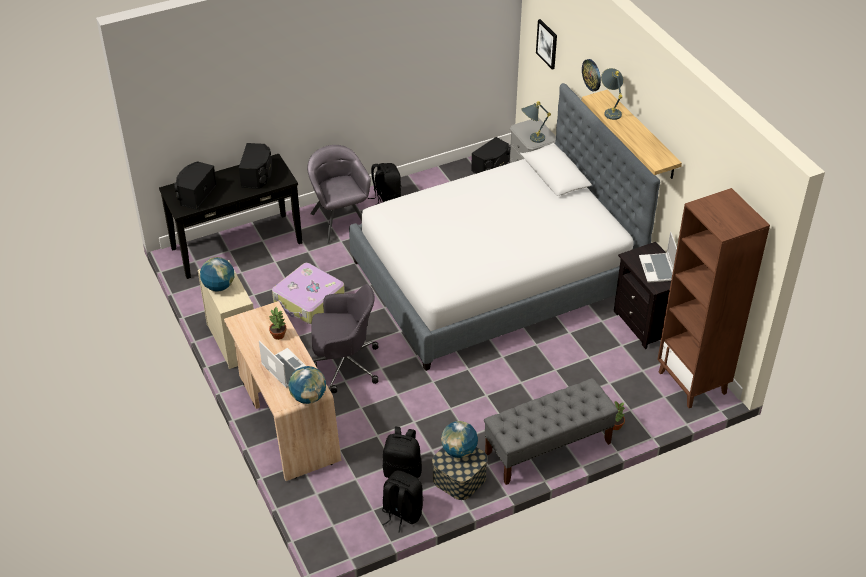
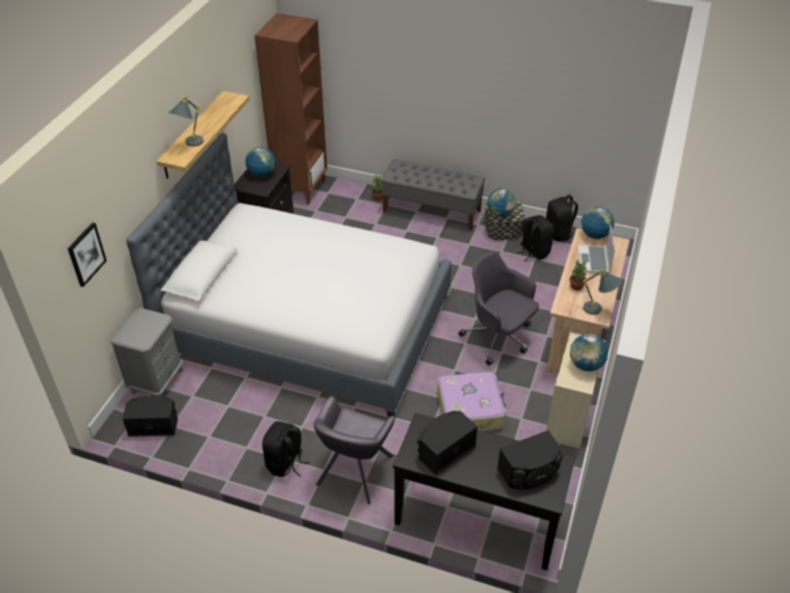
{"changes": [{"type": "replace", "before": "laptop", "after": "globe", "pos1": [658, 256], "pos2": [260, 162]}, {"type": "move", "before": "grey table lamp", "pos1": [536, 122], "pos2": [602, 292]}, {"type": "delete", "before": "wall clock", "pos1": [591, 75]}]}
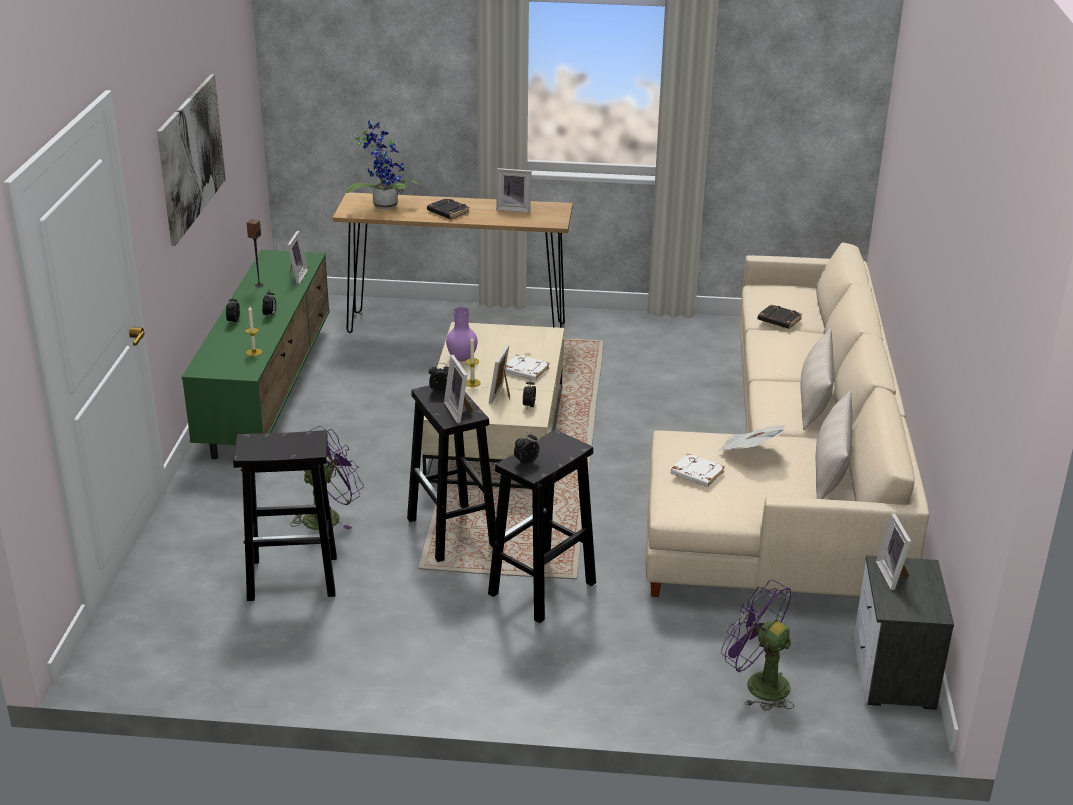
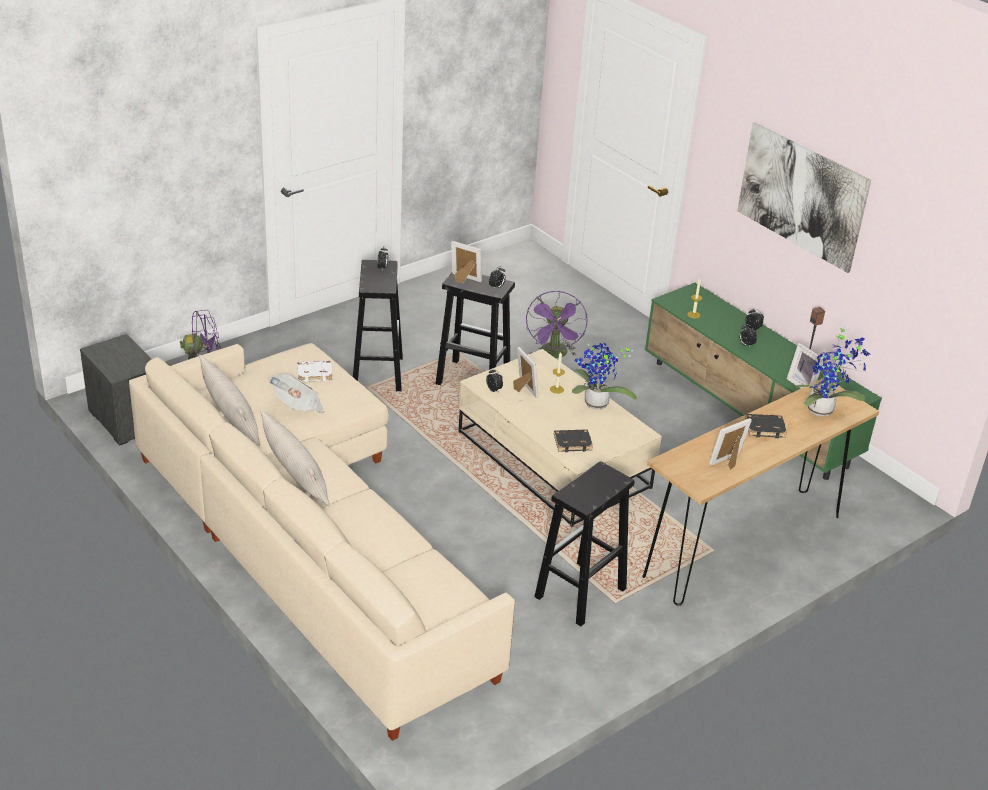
{"changes": [{"type": "move", "before": "black stool", "pos1": [285, 515], "pos2": [584, 543]}, {"type": "move", "before": "black book", "pos1": [779, 316], "pos2": [573, 440]}, {"type": "replace", "before": "purple vase", "after": "potted plant", "pos1": [462, 334], "pos2": [604, 376]}, {"type": "delete", "before": "white book", "pos1": [527, 368]}, {"type": "delete", "before": "picture frame", "pos1": [893, 551]}]}
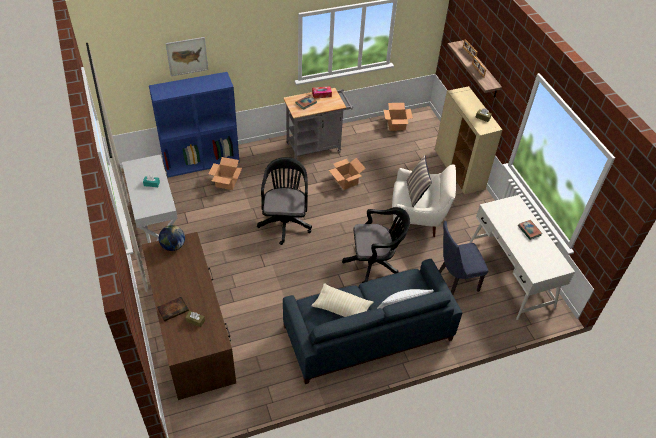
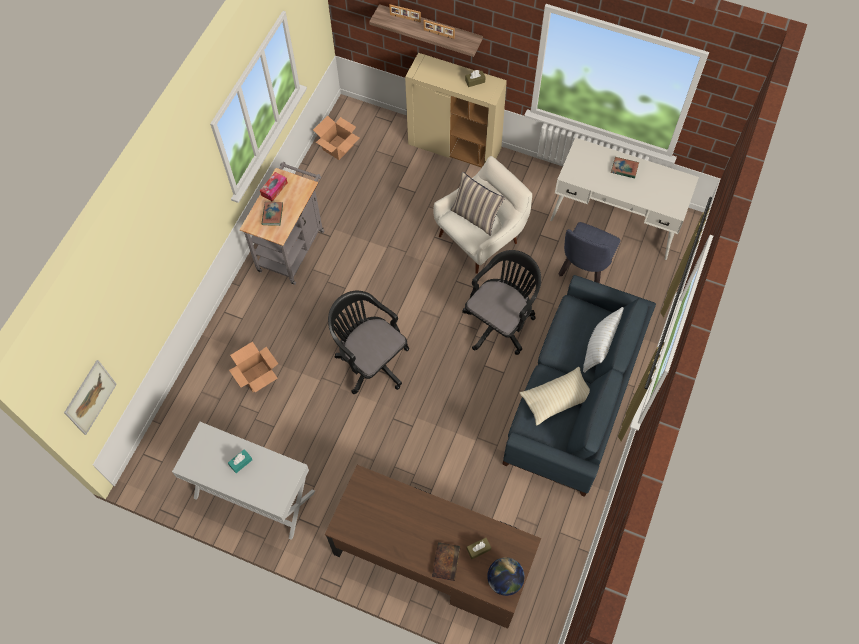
{"changes": [{"type": "move", "before": "picture", "pos1": [186, 56], "pos2": [90, 397]}, {"type": "move", "before": "globe", "pos1": [172, 238], "pos2": [506, 576]}, {"type": "delete", "before": "blue bookcase", "pos1": [194, 125]}, {"type": "delete", "before": "cardboard box", "pos1": [347, 174]}]}
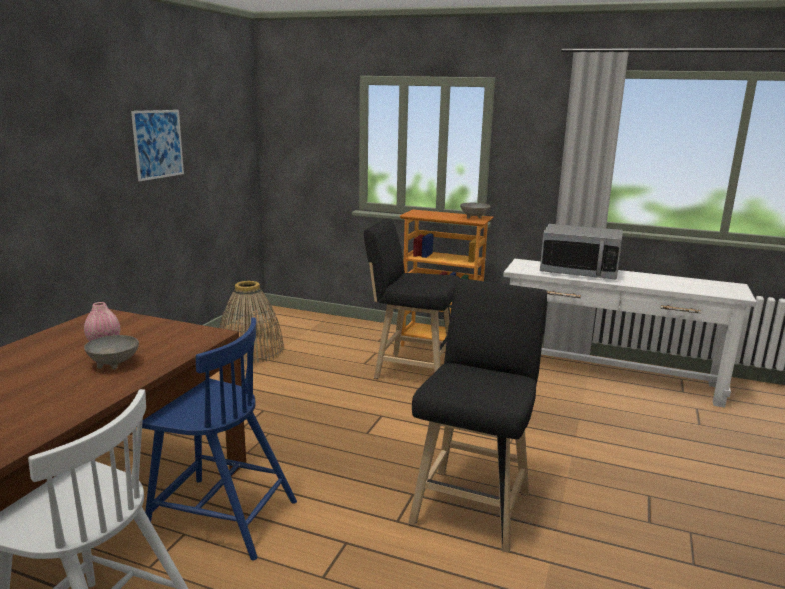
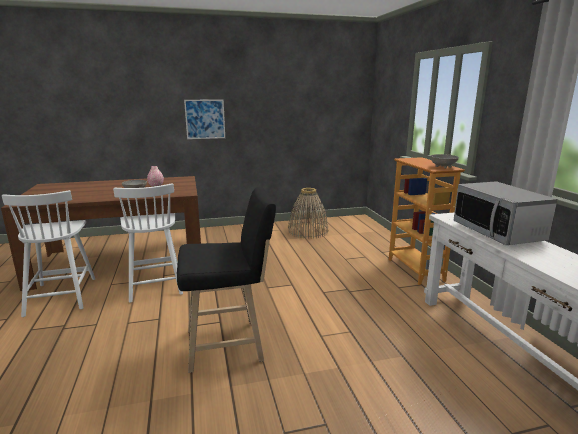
{"changes": [{"type": "recolor", "before": "blue chair", "after": "white chair", "pos1": [219, 438], "pos2": [148, 243]}, {"type": "move", "before": "picture", "pos1": [157, 145], "pos2": [204, 119]}, {"type": "delete", "before": "black stool", "pos1": [412, 298]}]}
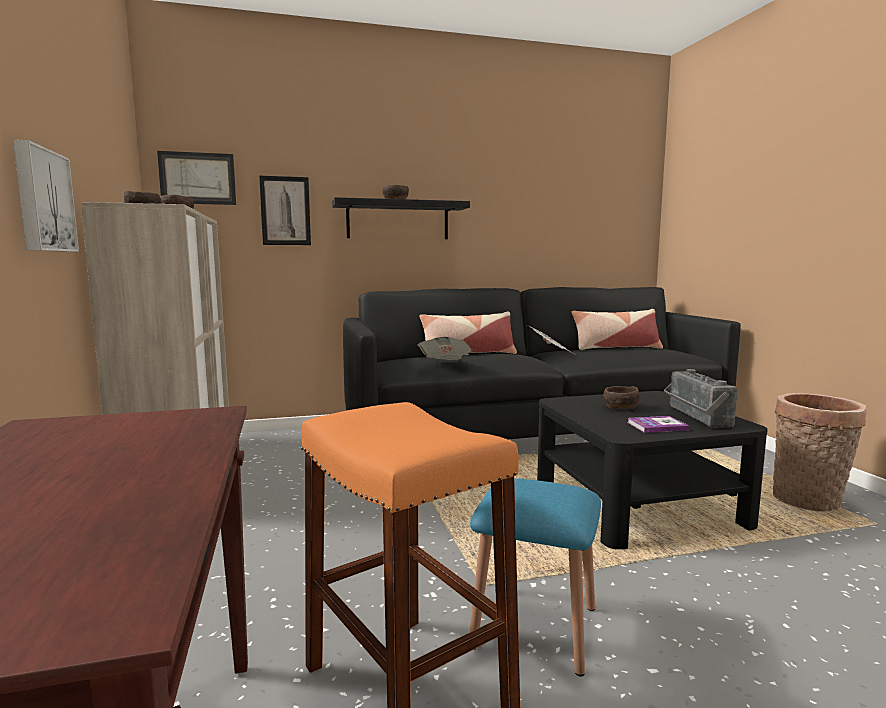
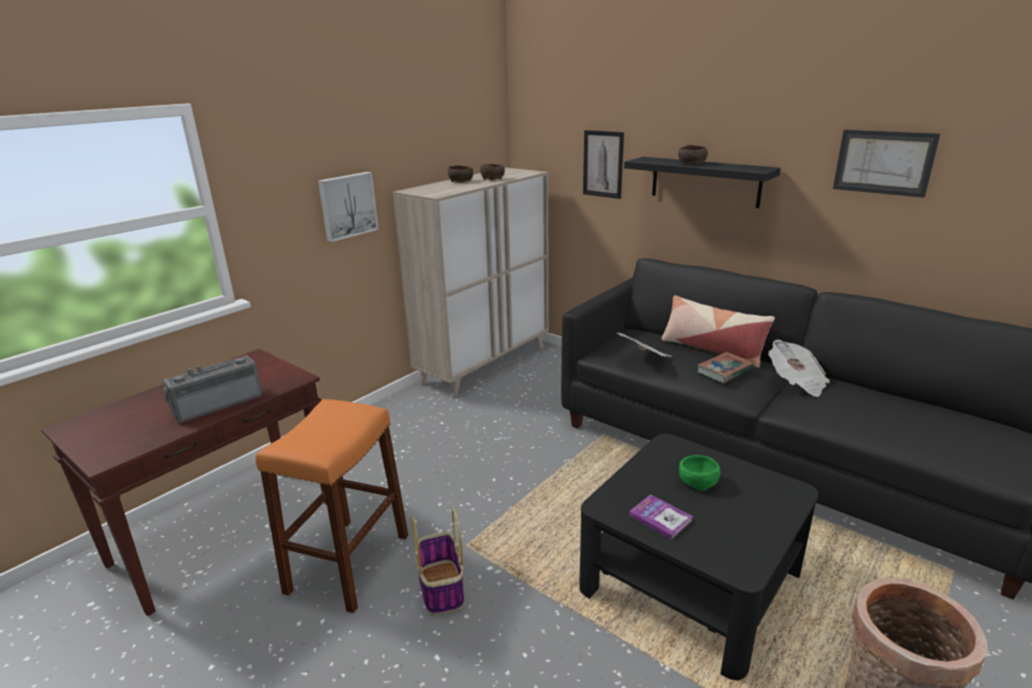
{"changes": [{"type": "move", "before": "radio", "pos1": [701, 398], "pos2": [212, 389]}, {"type": "replace", "before": "blue stool", "after": "basket", "pos1": [535, 577], "pos2": [438, 561]}, {"type": "recolor", "before": "brown bowl", "after": "green bowl", "pos1": [621, 398], "pos2": [699, 473]}, {"type": "insert", "after": "book", "pos2": [725, 367]}, {"type": "move", "before": "picture", "pos1": [196, 178], "pos2": [886, 164]}, {"type": "delete", "before": "pillow", "pos1": [617, 329]}]}
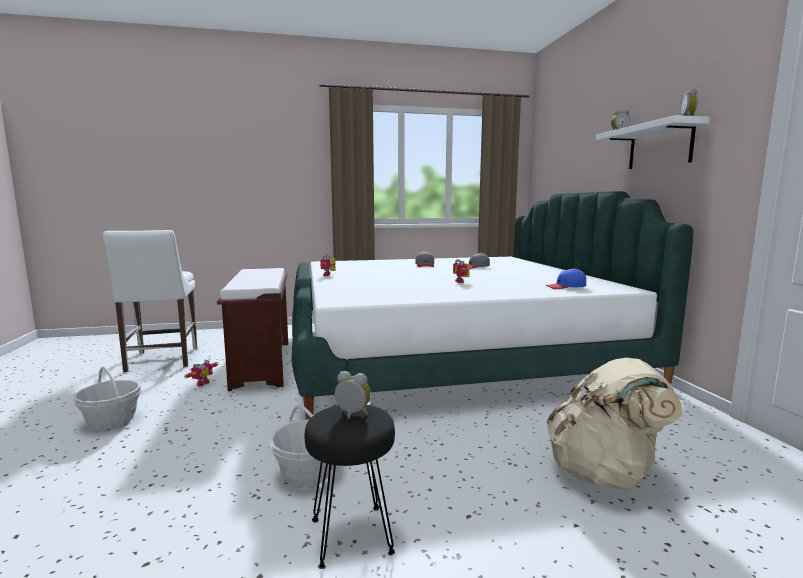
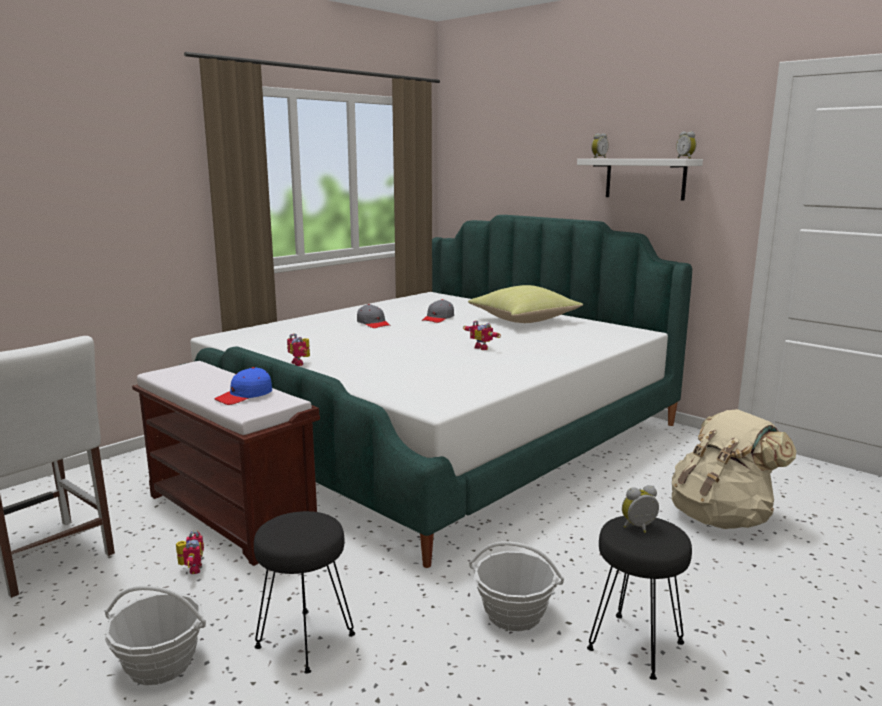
{"changes": [{"type": "move", "before": "blue cap", "pos1": [565, 278], "pos2": [243, 386]}, {"type": "insert", "after": "black stool", "pos2": [304, 592]}, {"type": "insert", "after": "yellow pillow", "pos2": [525, 304]}]}
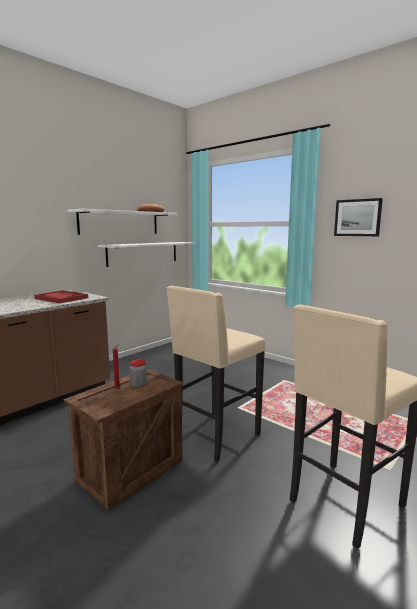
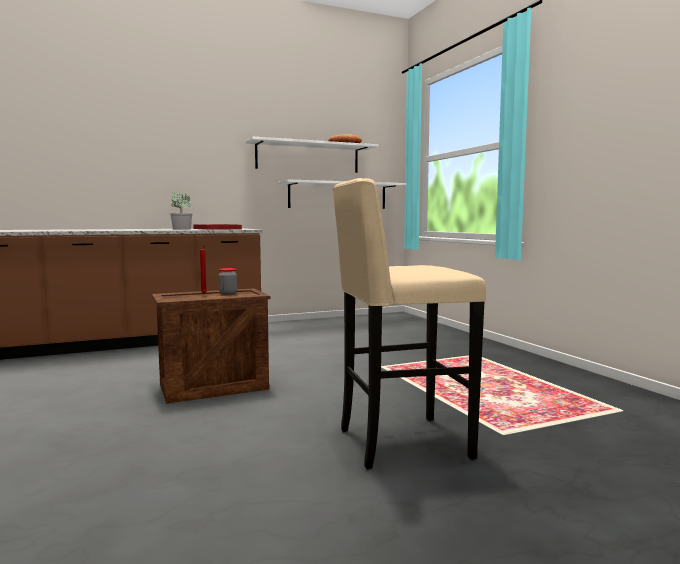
{"changes": [{"type": "insert", "after": "potted plant", "pos2": [181, 210]}, {"type": "delete", "before": "beige stool", "pos1": [216, 374]}, {"type": "delete", "before": "picture", "pos1": [358, 217]}]}
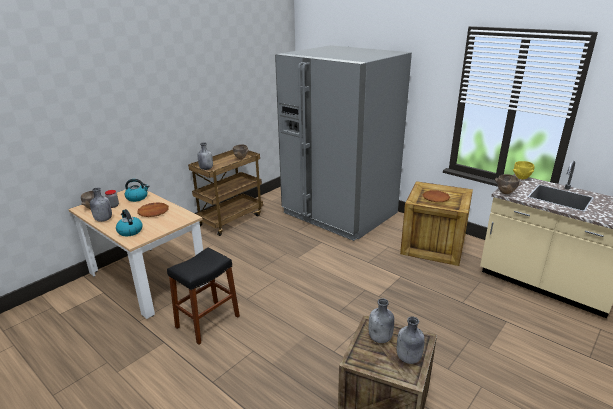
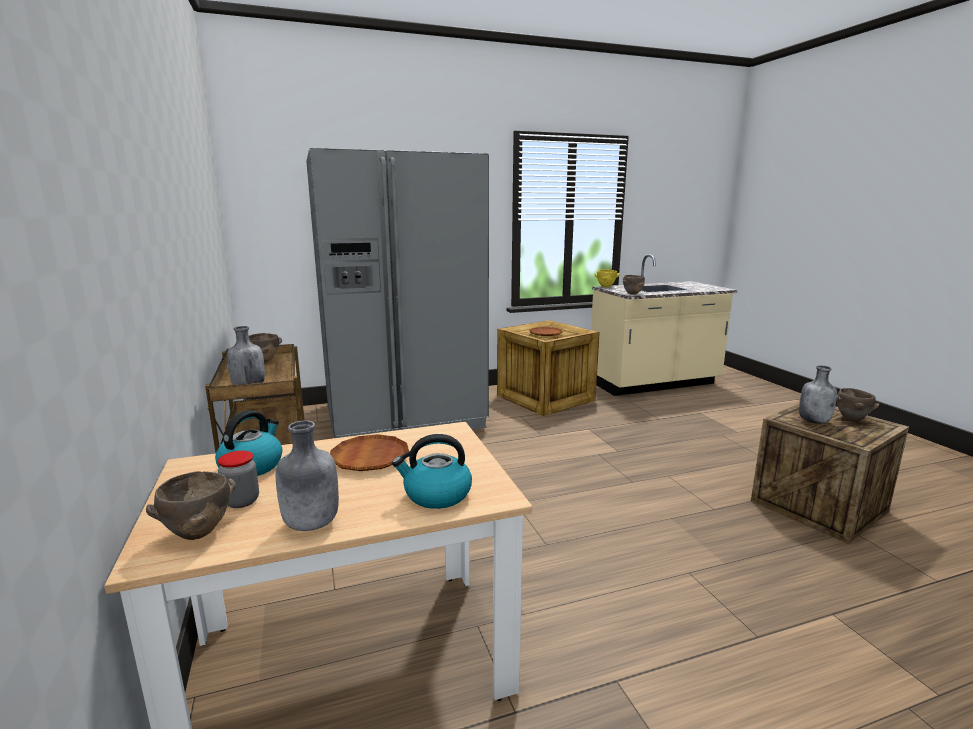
{"changes": [{"type": "replace", "before": "grey bottle", "after": "brown bowl", "pos1": [411, 340], "pos2": [857, 404]}, {"type": "delete", "before": "black stool", "pos1": [203, 296]}]}
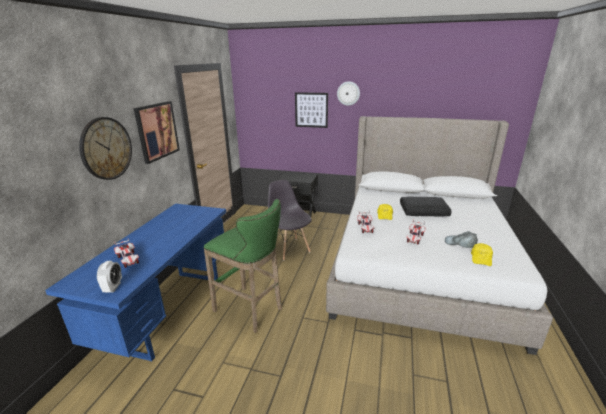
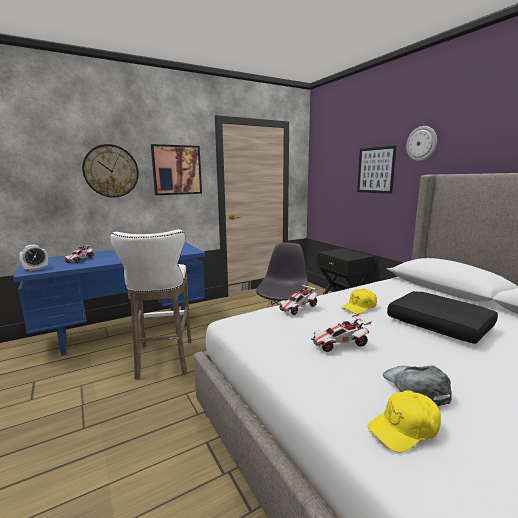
{"changes": [{"type": "recolor", "before": "green stool", "after": "white stool", "pos1": [243, 266], "pos2": [151, 305]}]}
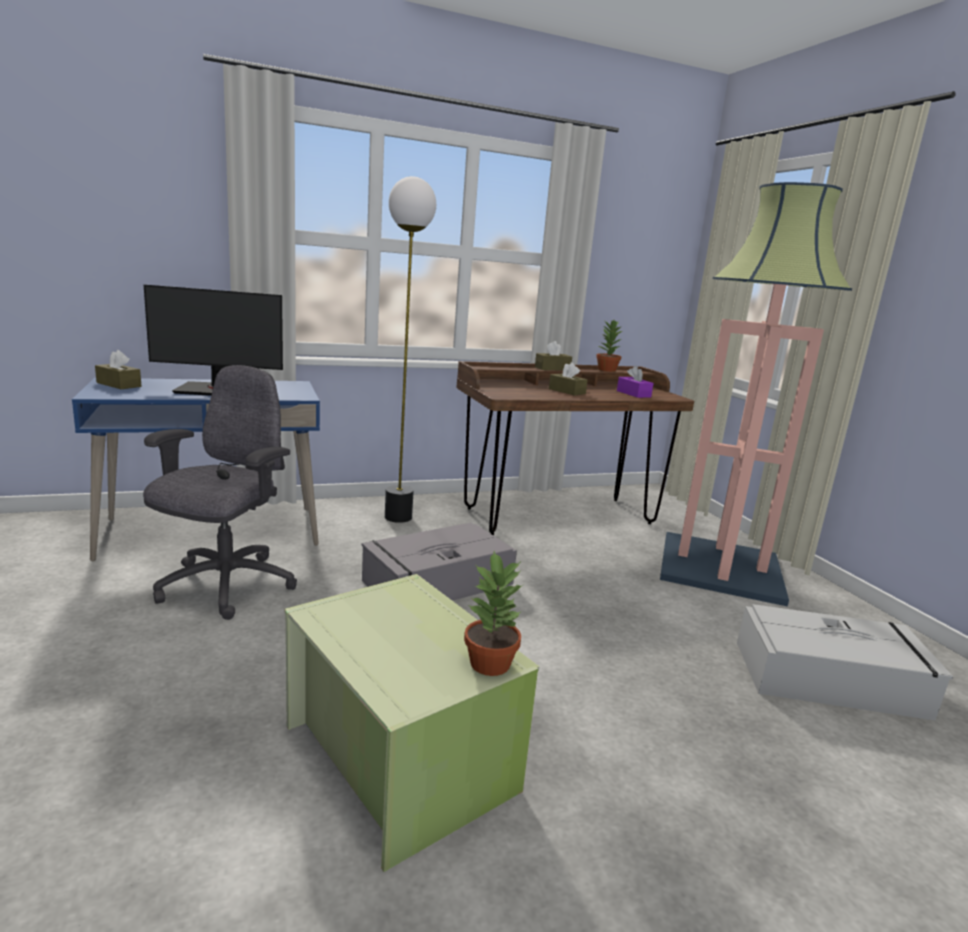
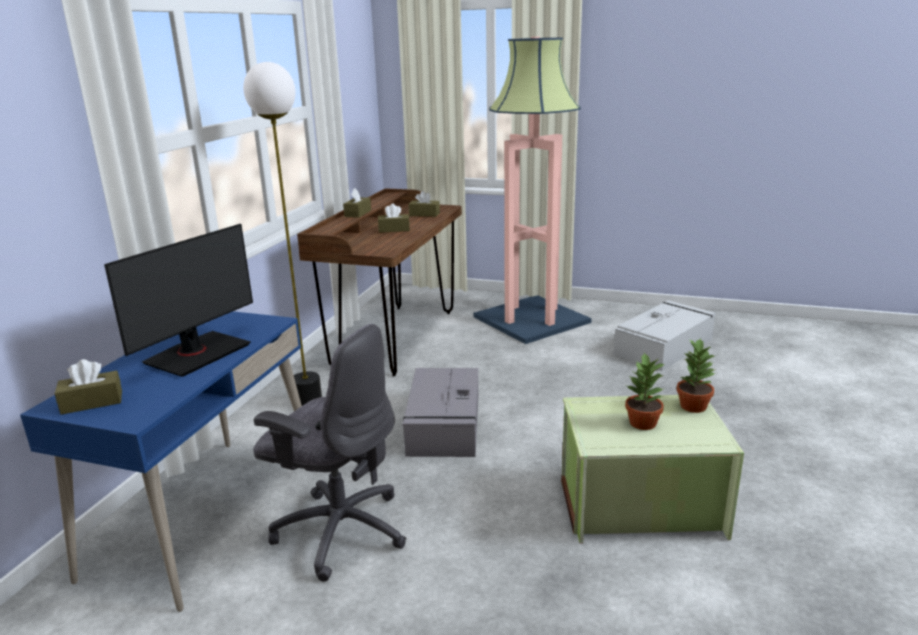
{"changes": [{"type": "rotate", "before": "grey office chair", "pos1": [220, 492], "pos2": [329, 453], "turn": 150}, {"type": "recolor", "before": "purple tissue box", "after": "brown tissue box", "pos1": [635, 382], "pos2": [424, 204]}, {"type": "move", "before": "potted plant", "pos1": [609, 346], "pos2": [645, 391]}]}
